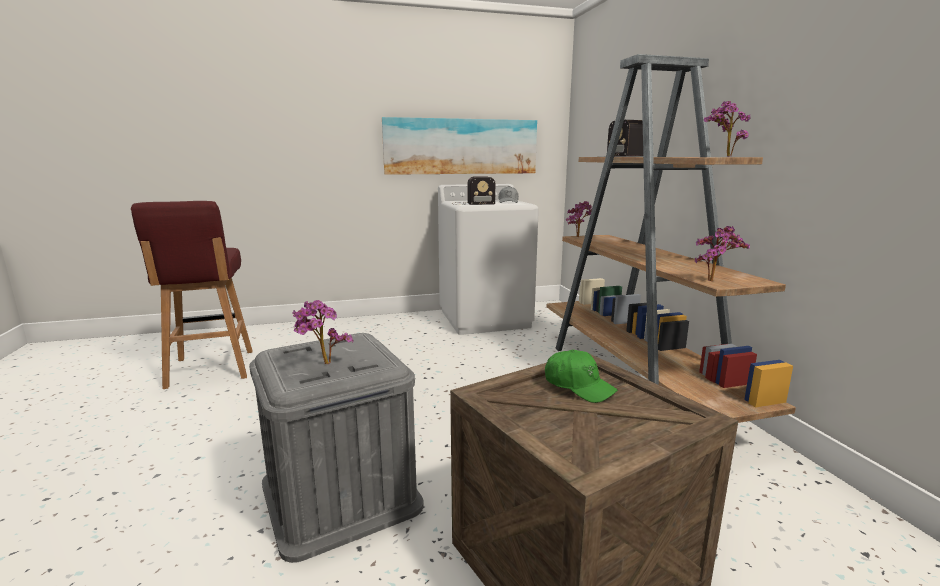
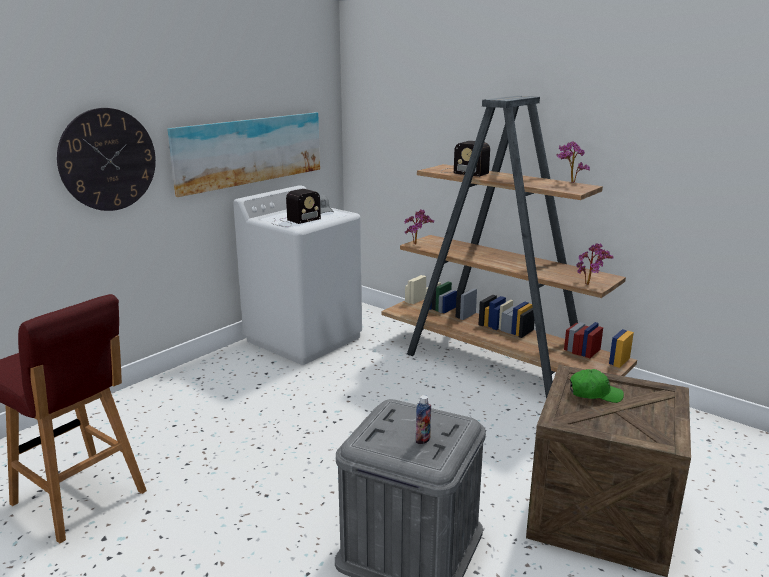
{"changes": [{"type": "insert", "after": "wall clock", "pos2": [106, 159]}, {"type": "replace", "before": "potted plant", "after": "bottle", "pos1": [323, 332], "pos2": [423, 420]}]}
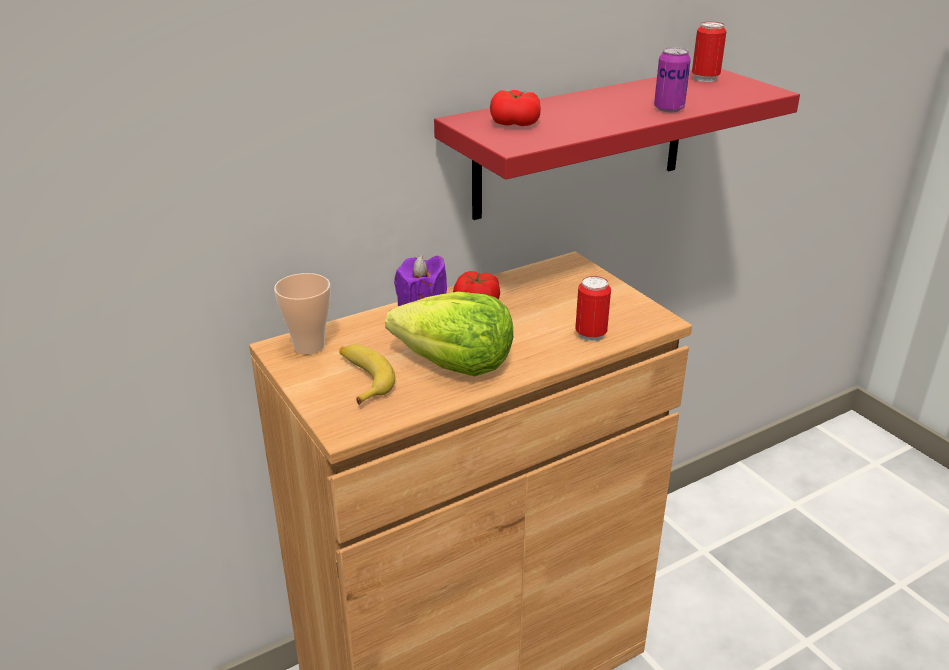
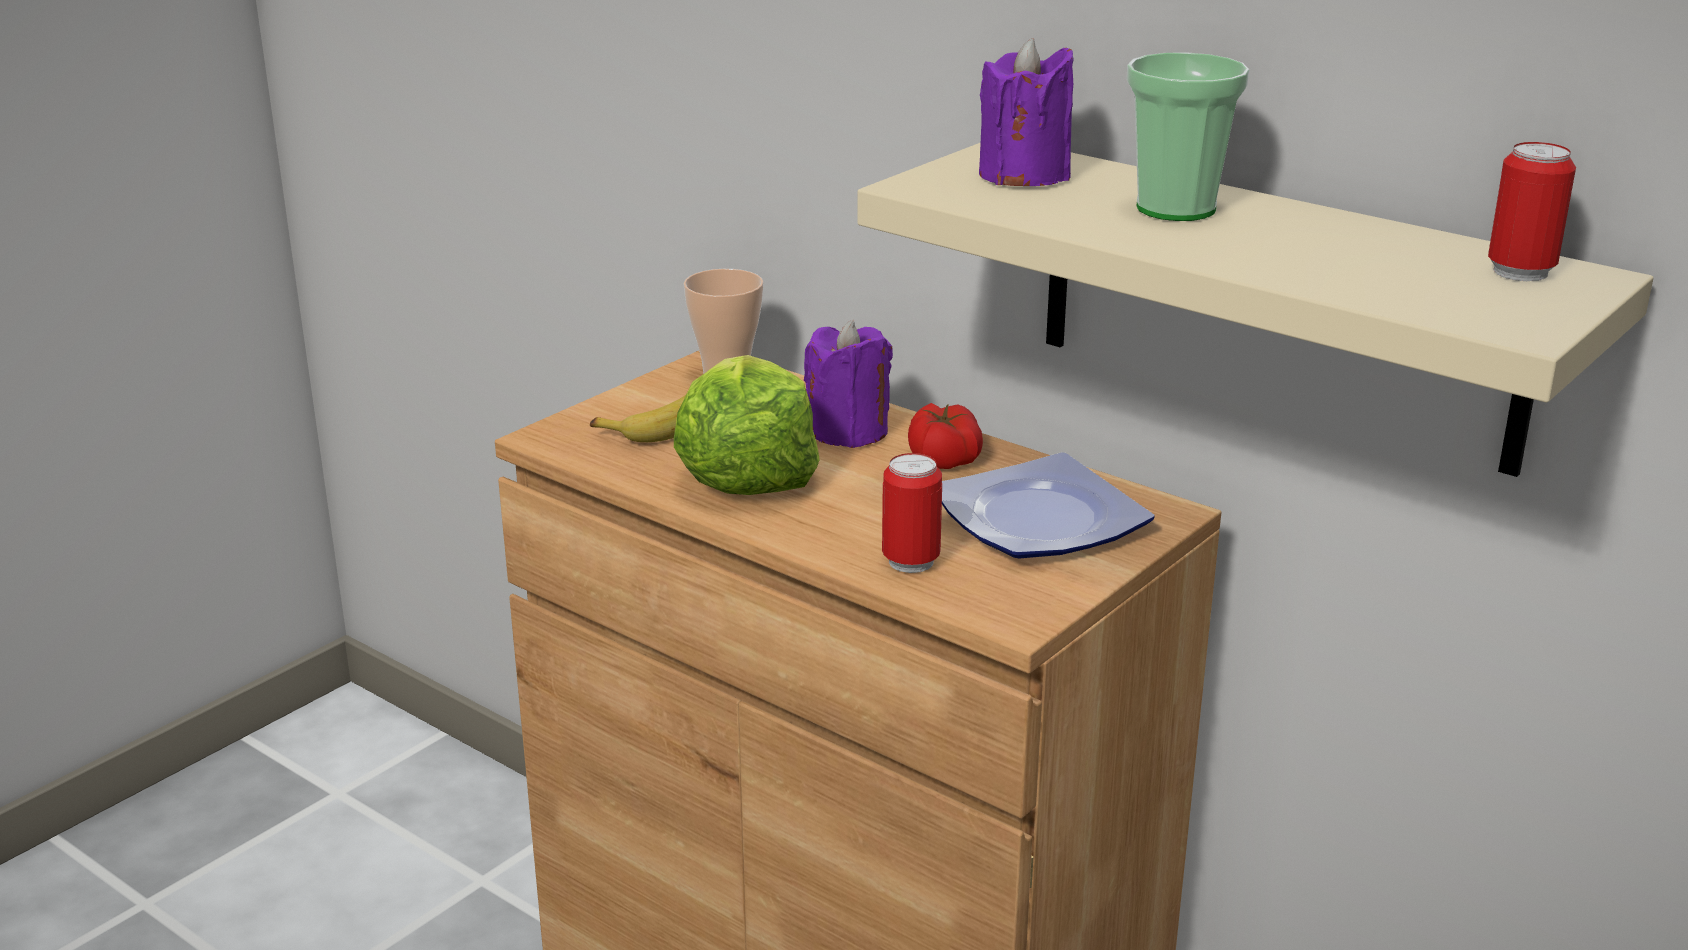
{"changes": [{"type": "recolor", "before": "red shelf", "after": "beige shelf", "pos1": [617, 144], "pos2": [1255, 310]}, {"type": "insert", "after": "plate", "pos2": [1048, 505]}, {"type": "replace", "before": "tomato", "after": "purple candle", "pos1": [515, 108], "pos2": [1026, 112]}, {"type": "insert", "after": "cup", "pos2": [1188, 137]}, {"type": "delete", "before": "can", "pos1": [672, 79]}]}
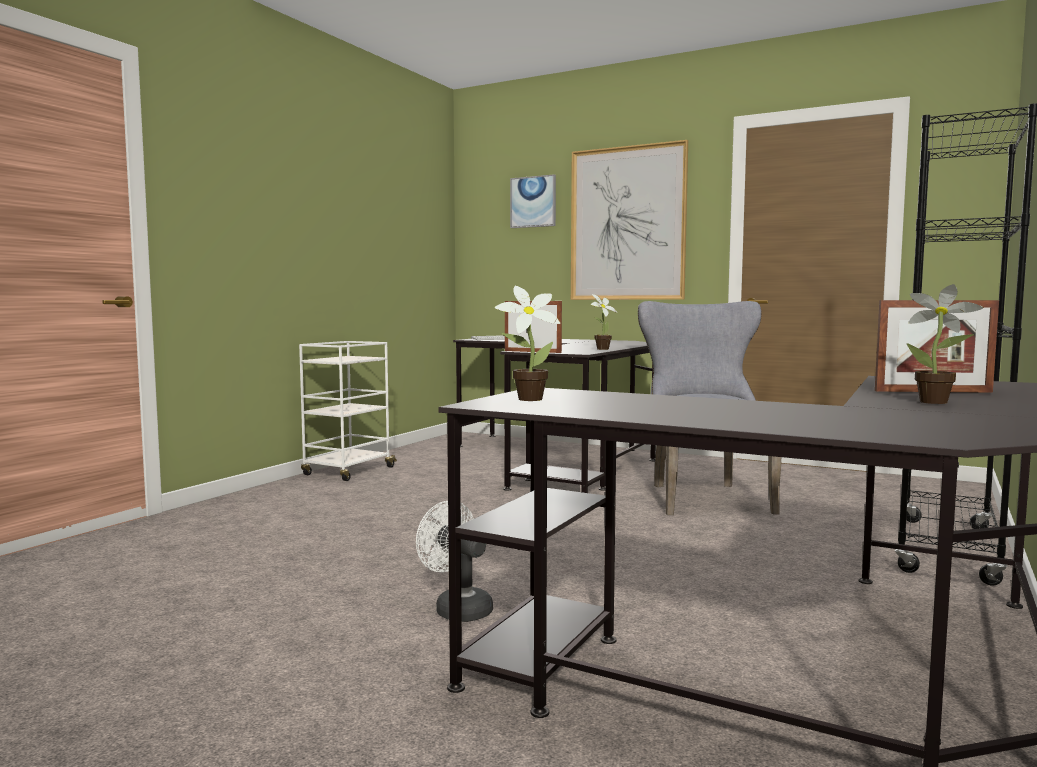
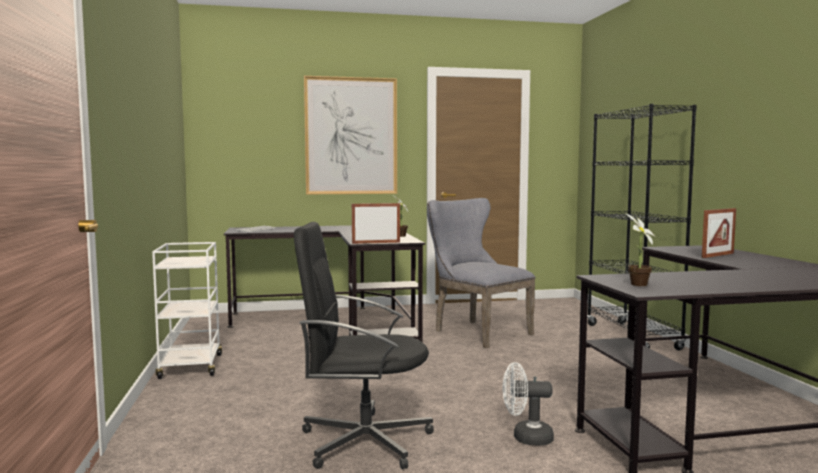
{"changes": [{"type": "insert", "after": "black office chair", "pos2": [364, 345]}, {"type": "delete", "before": "picture", "pos1": [533, 201]}, {"type": "delete", "before": "potted plant", "pos1": [944, 344]}]}
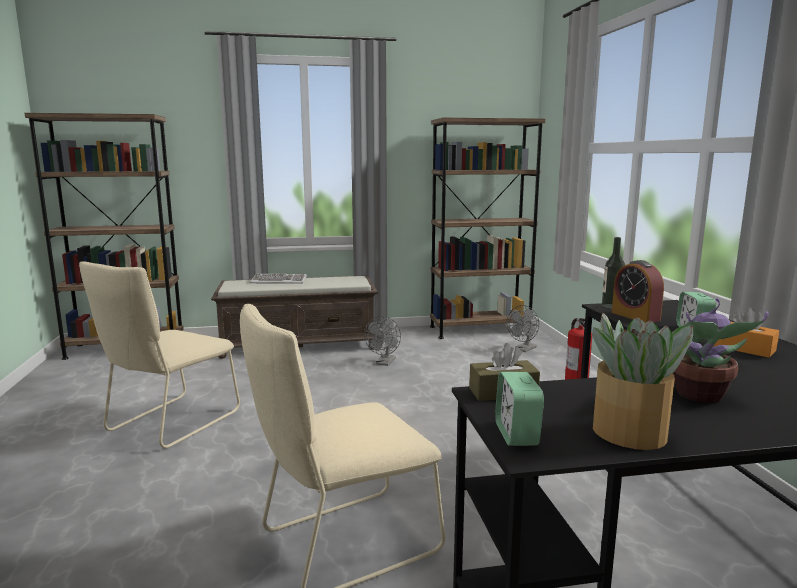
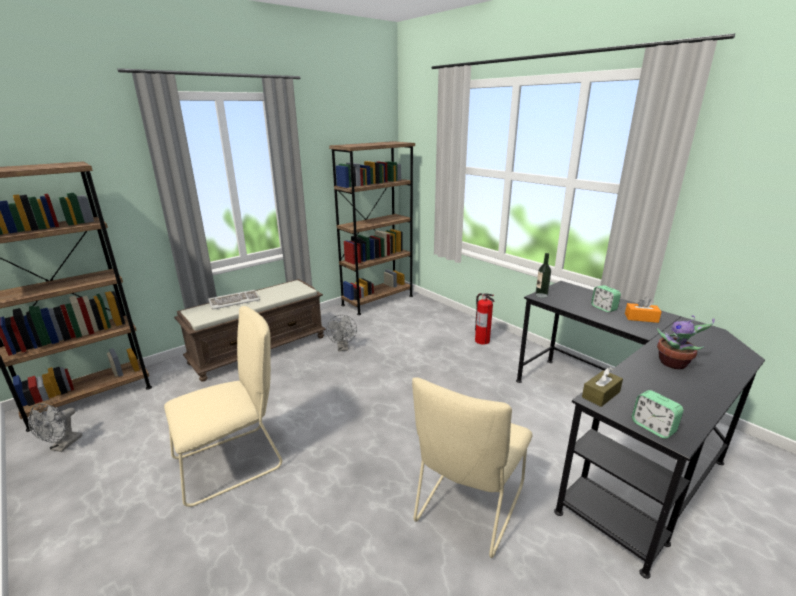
{"changes": [{"type": "move", "before": "grey fan", "pos1": [523, 328], "pos2": [55, 427]}, {"type": "rotate", "before": "beige chair", "pos1": [159, 354], "pos2": [223, 406], "turn": -120}, {"type": "delete", "before": "potted plant", "pos1": [642, 381]}, {"type": "delete", "before": "alarm clock", "pos1": [638, 291]}]}
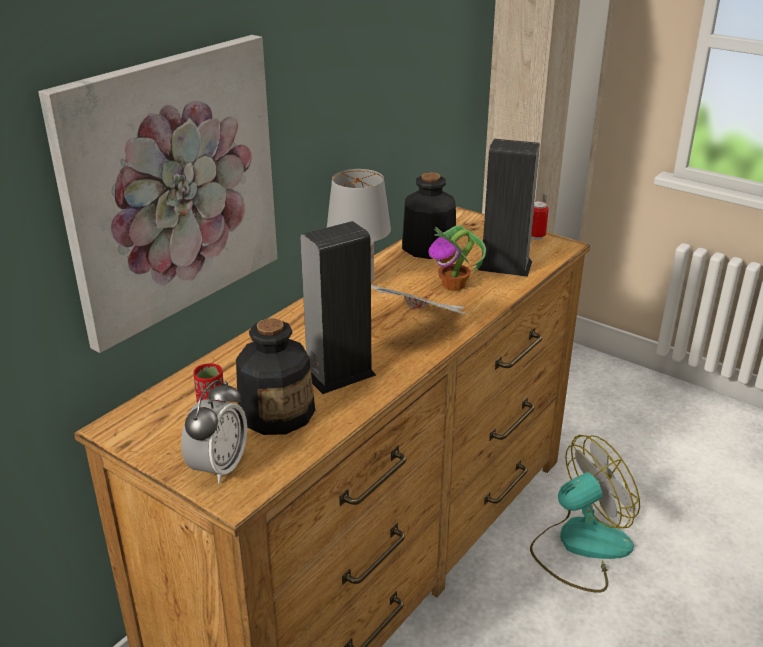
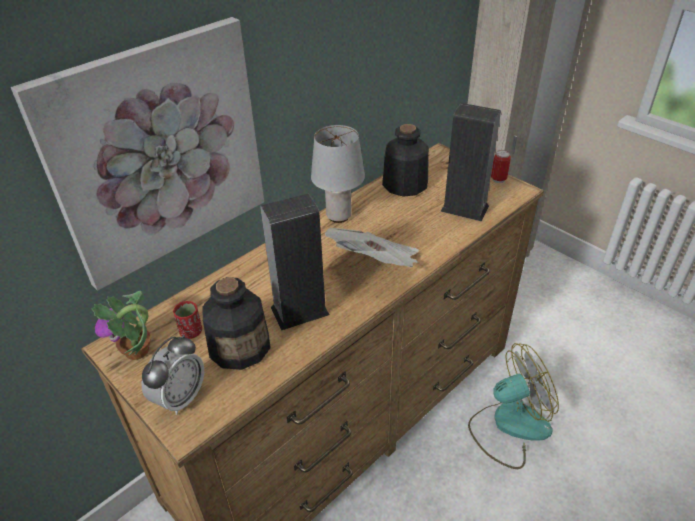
{"changes": [{"type": "move", "before": "potted plant", "pos1": [457, 258], "pos2": [121, 325]}]}
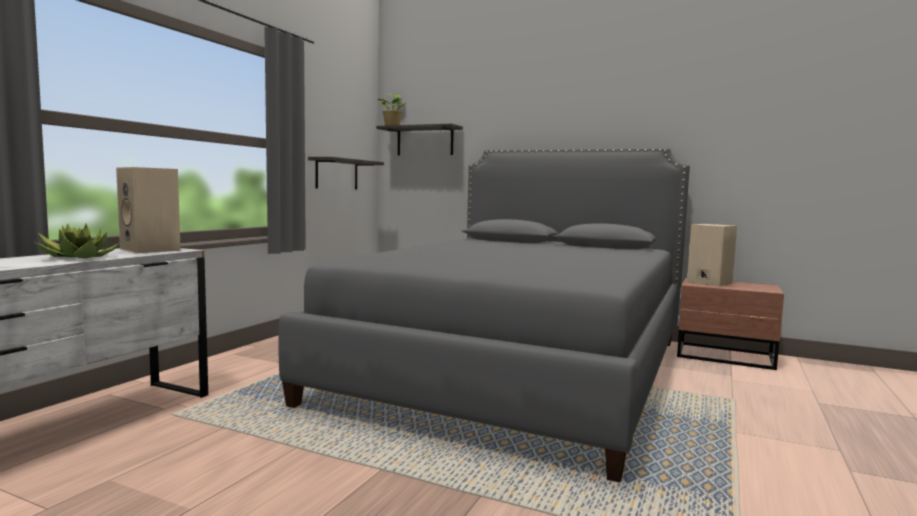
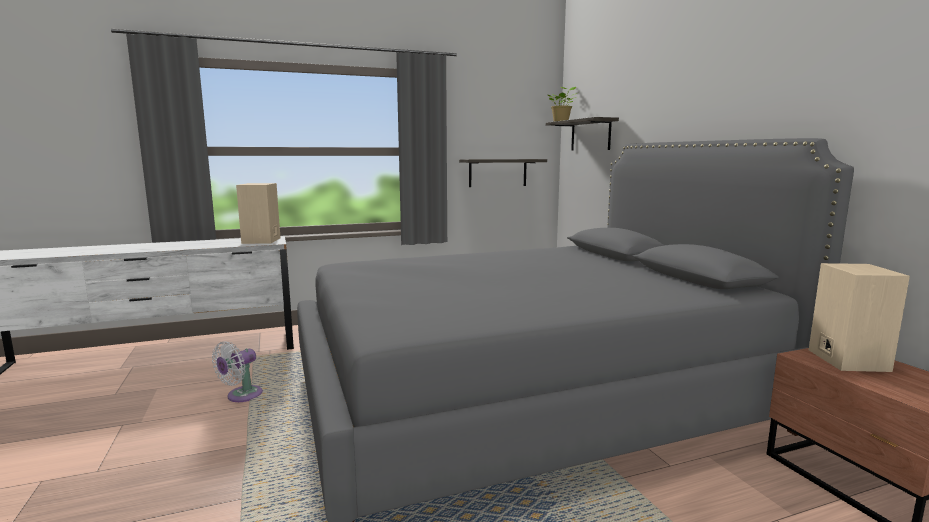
{"changes": [{"type": "insert", "after": "white fan", "pos2": [237, 371]}, {"type": "delete", "before": "potted plant", "pos1": [77, 241]}]}
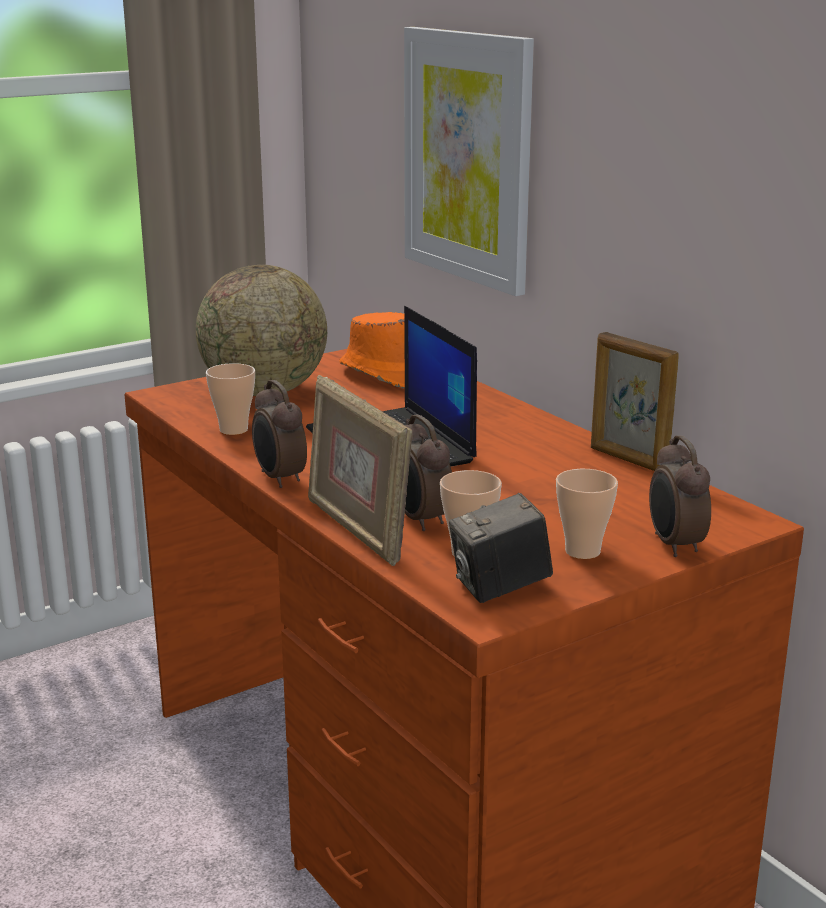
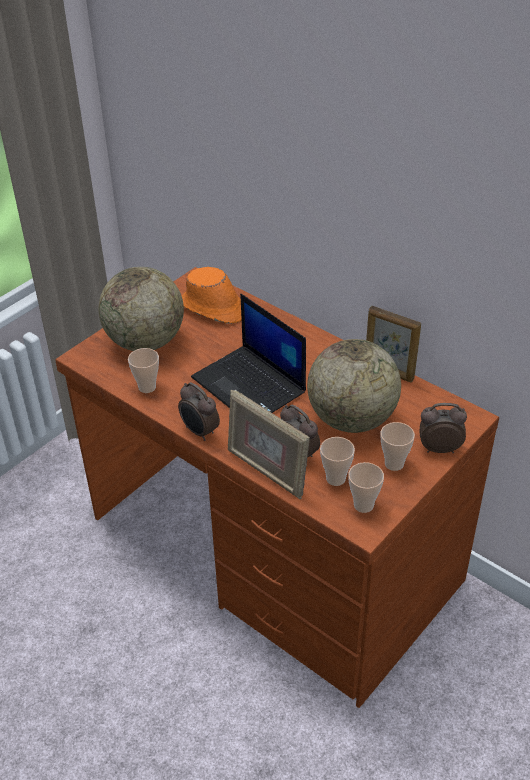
{"changes": [{"type": "insert", "after": "globe", "pos2": [354, 386]}, {"type": "replace", "before": "photo camera", "after": "cup", "pos1": [501, 548], "pos2": [366, 487]}, {"type": "rotate", "before": "alarm clock", "pos1": [680, 496], "pos2": [443, 428], "turn": 120}, {"type": "delete", "before": "picture", "pos1": [469, 161]}]}
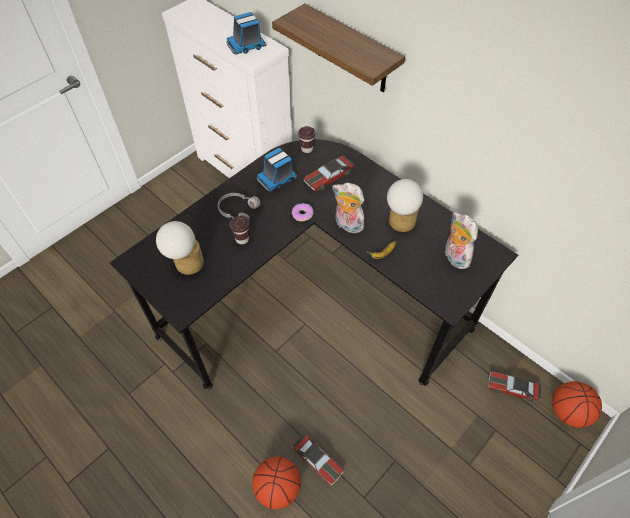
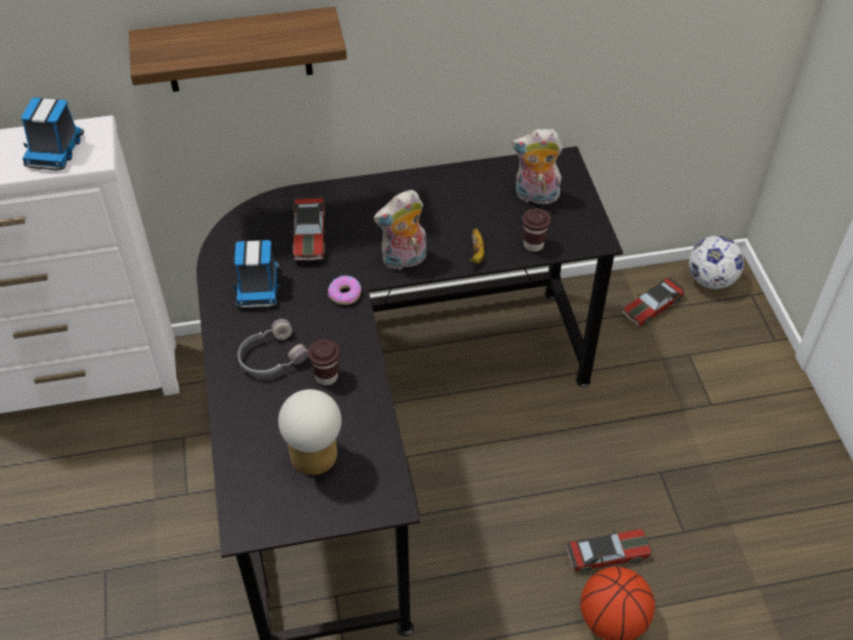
{"changes": [{"type": "move", "before": "brown cup", "pos1": [306, 139], "pos2": [536, 230]}, {"type": "replace", "before": "basketball", "after": "football", "pos1": [577, 404], "pos2": [716, 262]}, {"type": "delete", "before": "table lamp", "pos1": [405, 205]}]}
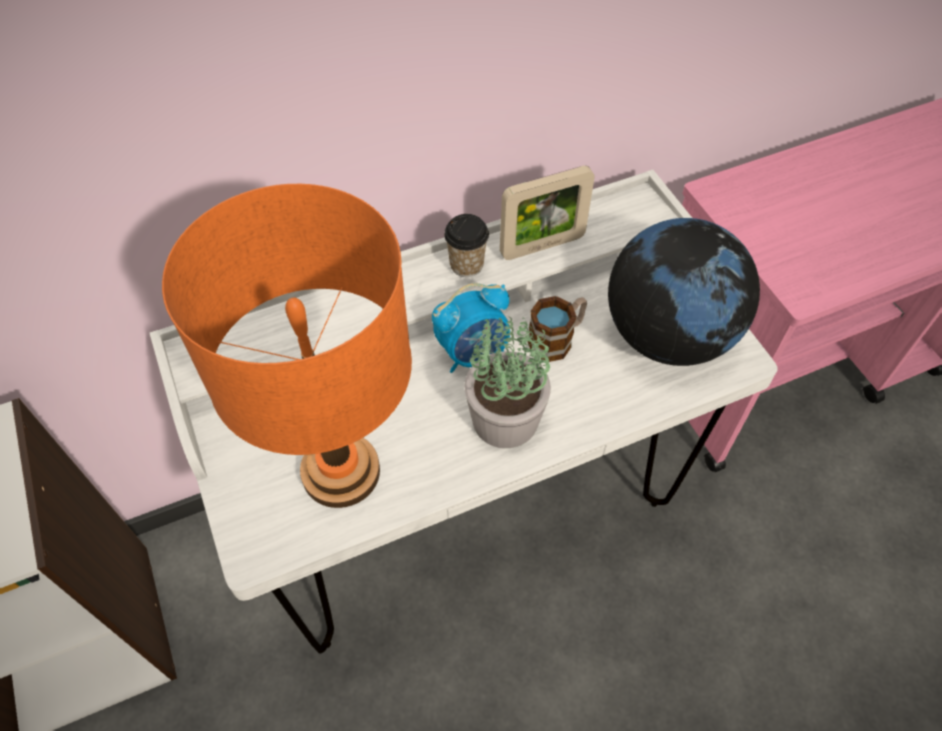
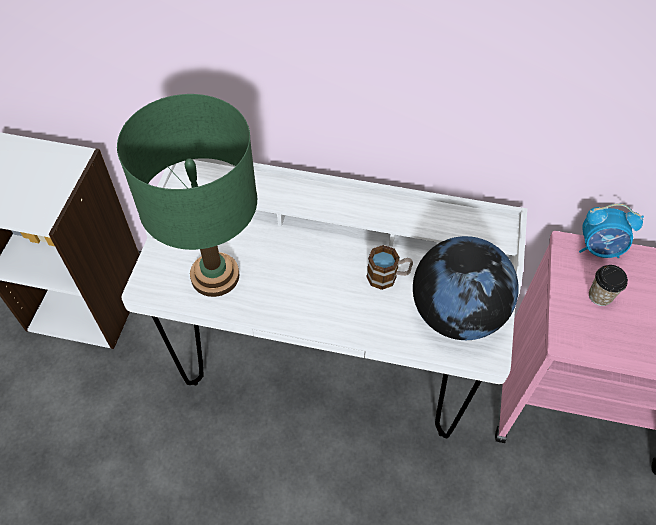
{"changes": [{"type": "recolor", "before": "orange table lamp", "after": "green table lamp", "pos1": [287, 346], "pos2": [187, 195]}, {"type": "move", "before": "alarm clock", "pos1": [471, 328], "pos2": [611, 230]}, {"type": "move", "before": "cup", "pos1": [466, 245], "pos2": [608, 285]}, {"type": "delete", "before": "potted plant", "pos1": [507, 382]}, {"type": "delete", "before": "picture frame", "pos1": [547, 213]}]}
